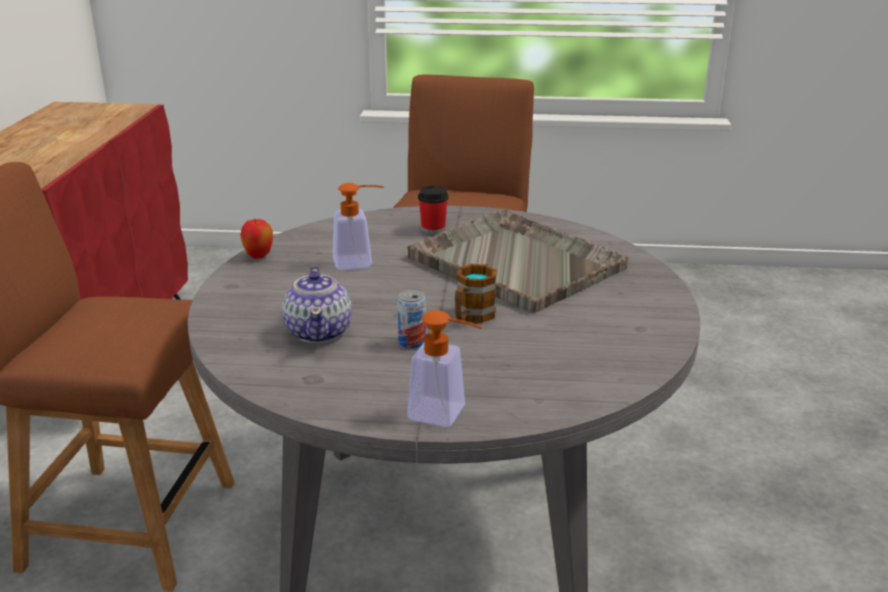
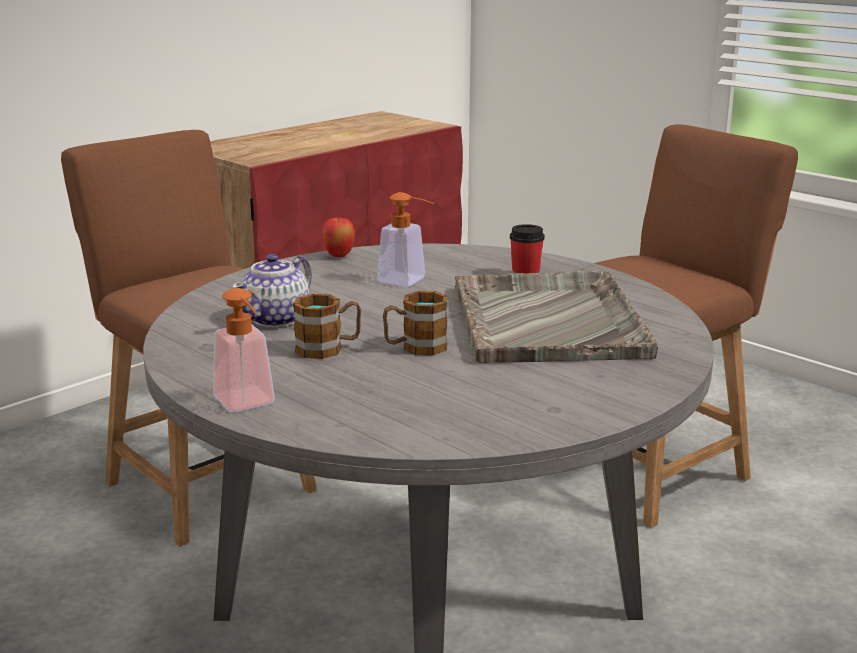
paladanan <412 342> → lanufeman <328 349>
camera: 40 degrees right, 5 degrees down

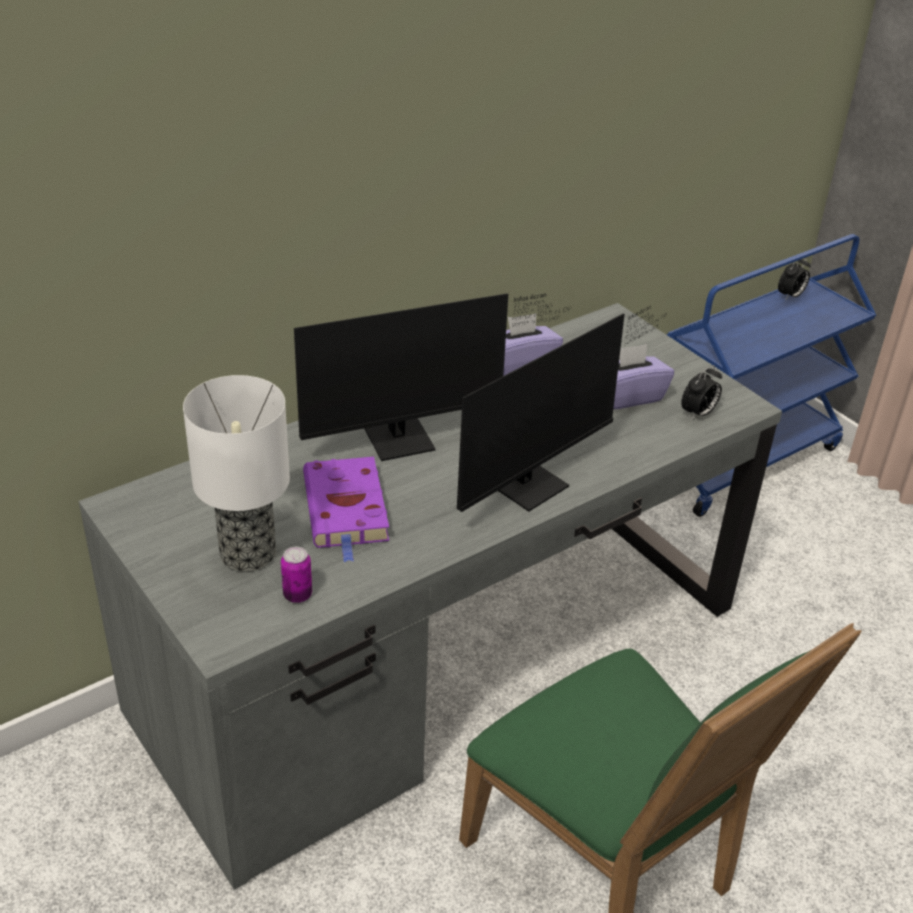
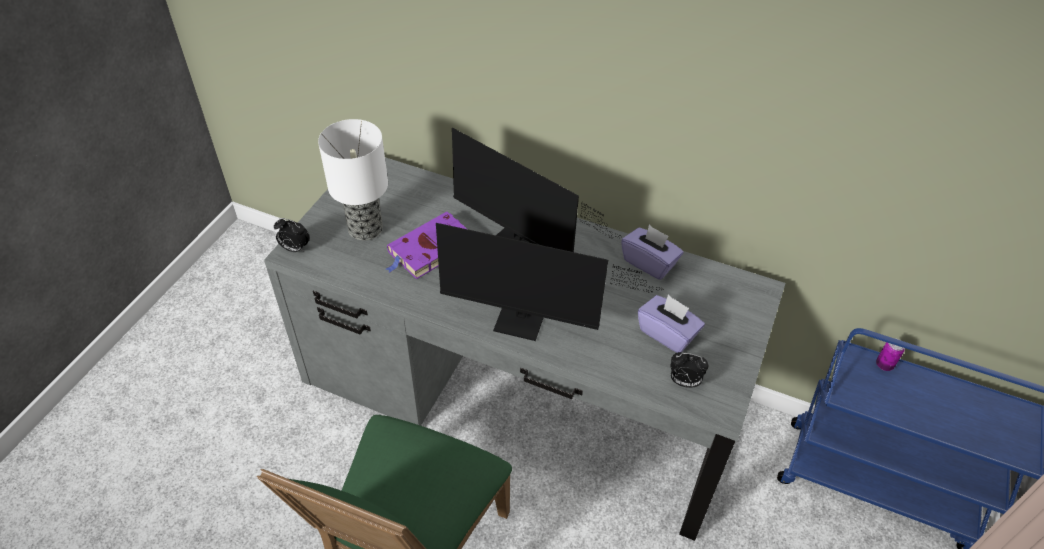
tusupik <790 296> → tusupik <294 248>, relocated
paladanan <297 595> → paladanan <884 365>, relocated
camera: 60 degrees right, 10 degrees up

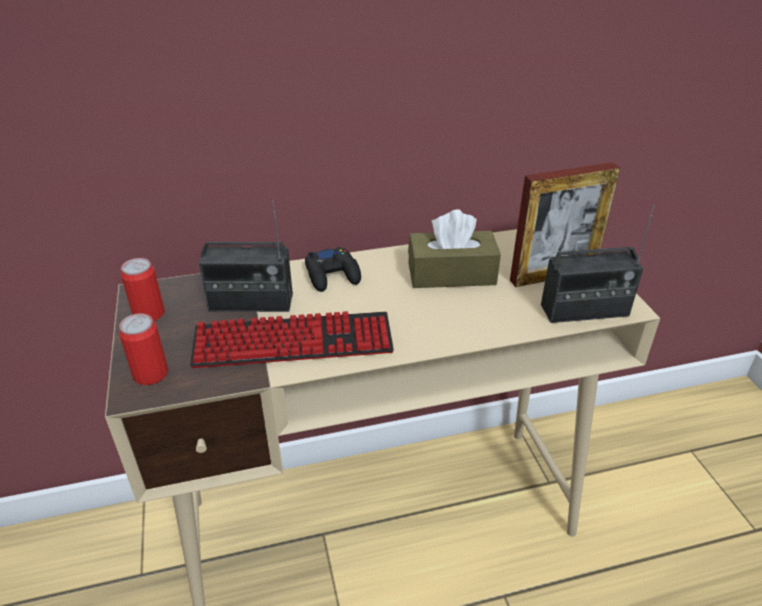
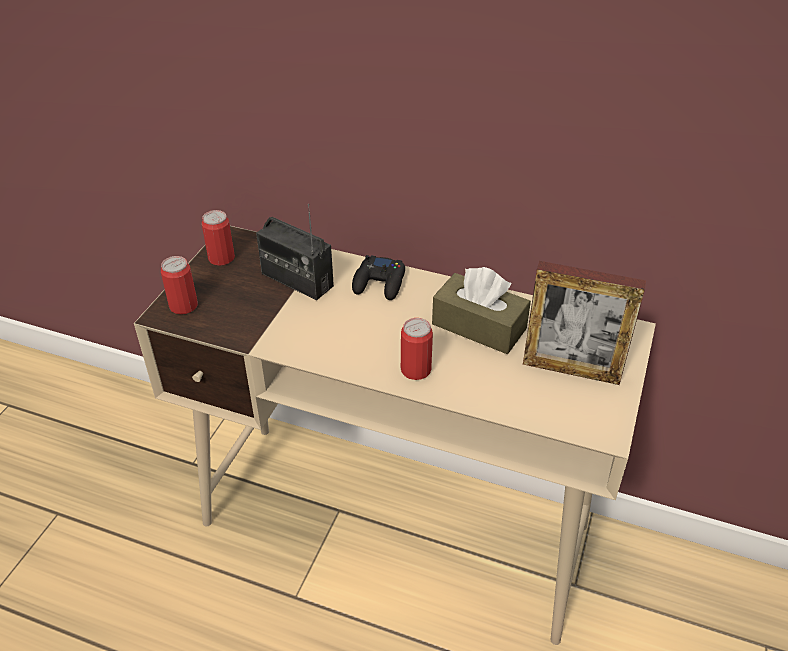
- → paladanan <415 370>
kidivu <293 342> → -
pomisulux <584 310> → -
camera: 35 degrees right, 5 degrees up

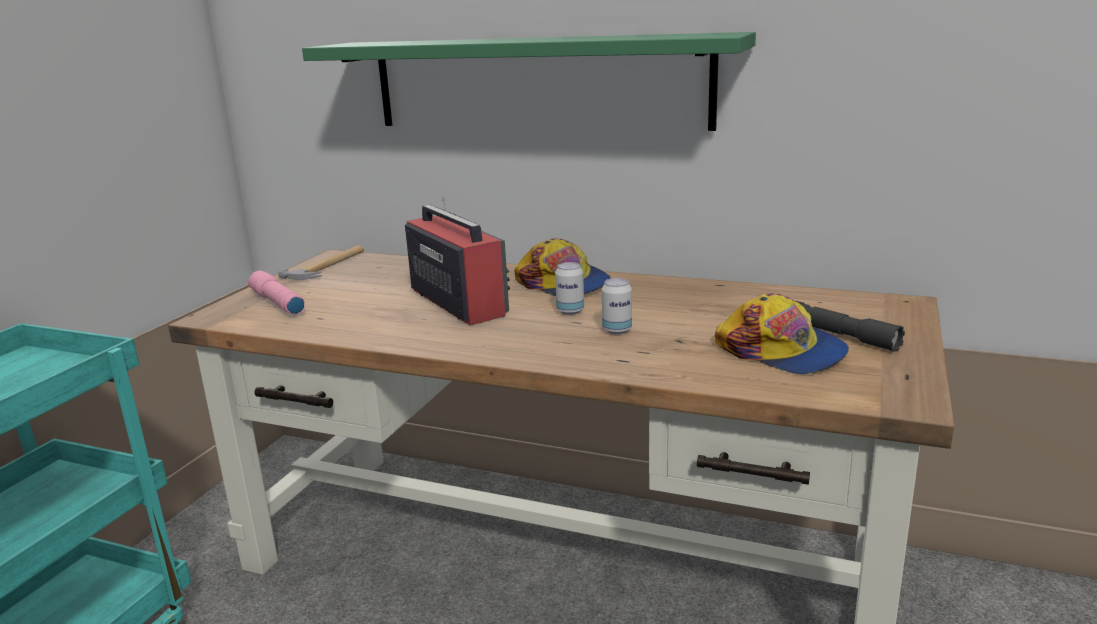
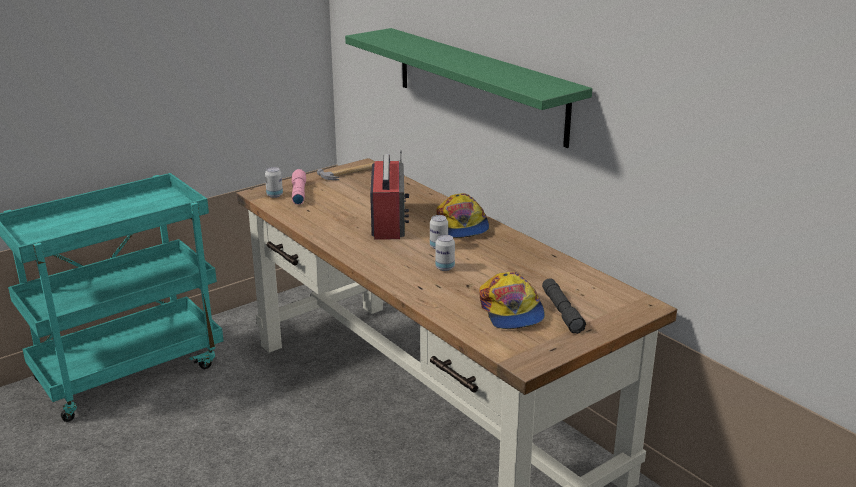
- → paladanan <274 195>
camera: 30 degrees right, 5 degrees up

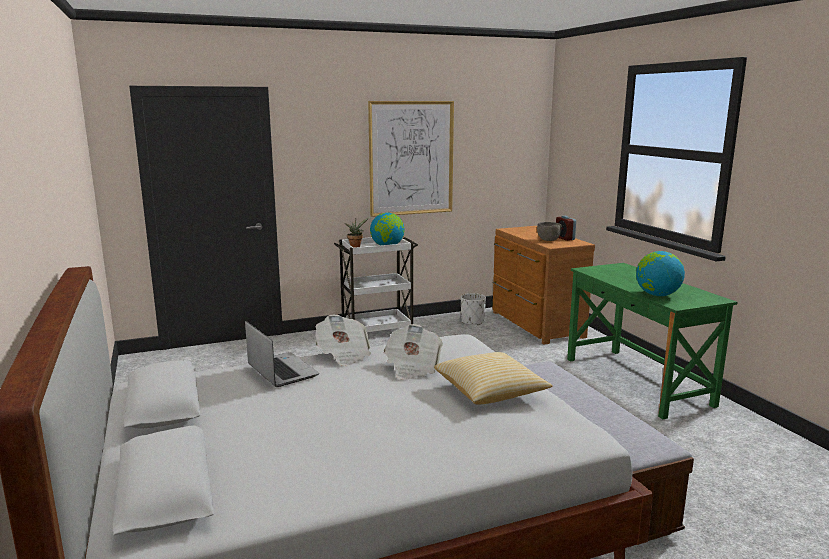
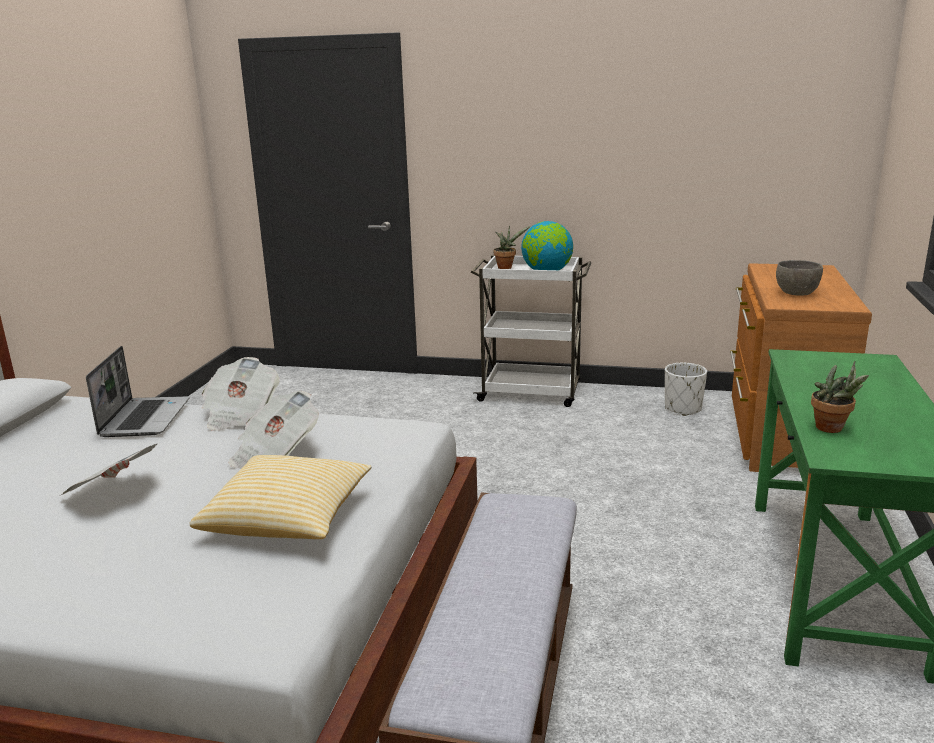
- → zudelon <113 493>
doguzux <657 295> → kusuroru <833 429>
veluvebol <411 158> → -
tusupik <564 238> → -
camera: 35 degrees right, 5 degrees up

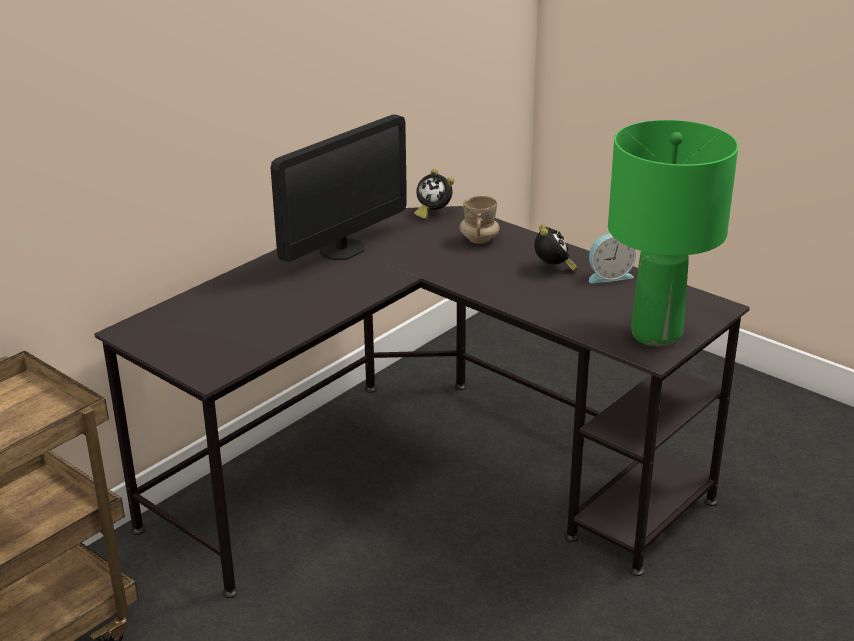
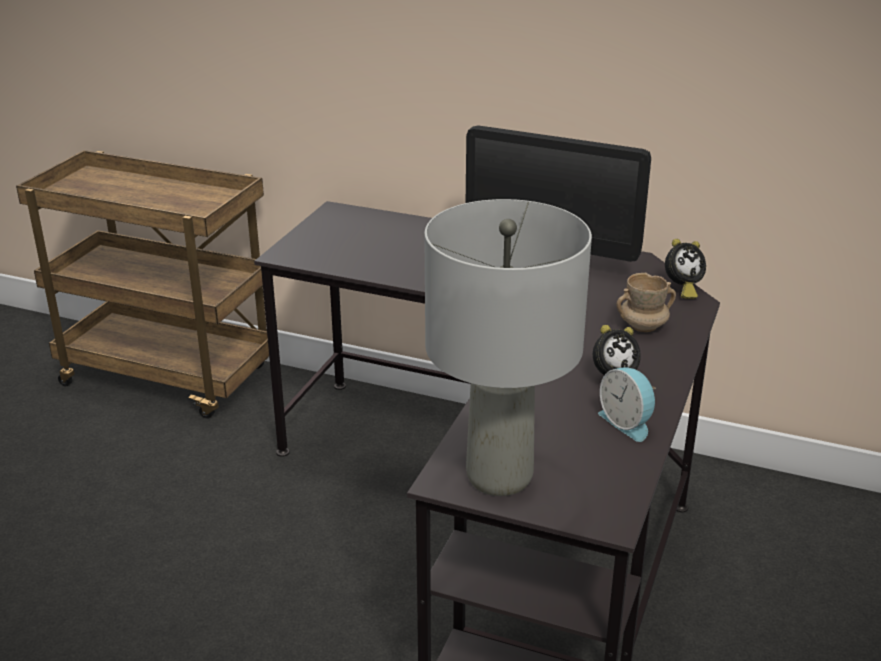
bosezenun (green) <655 335> → bosezenun (grey) <498 476>
tusupik <433 213> → tusupik <681 289>, 120 degrees counterclockwise
camera: 70 degrees right, 0 degrees up

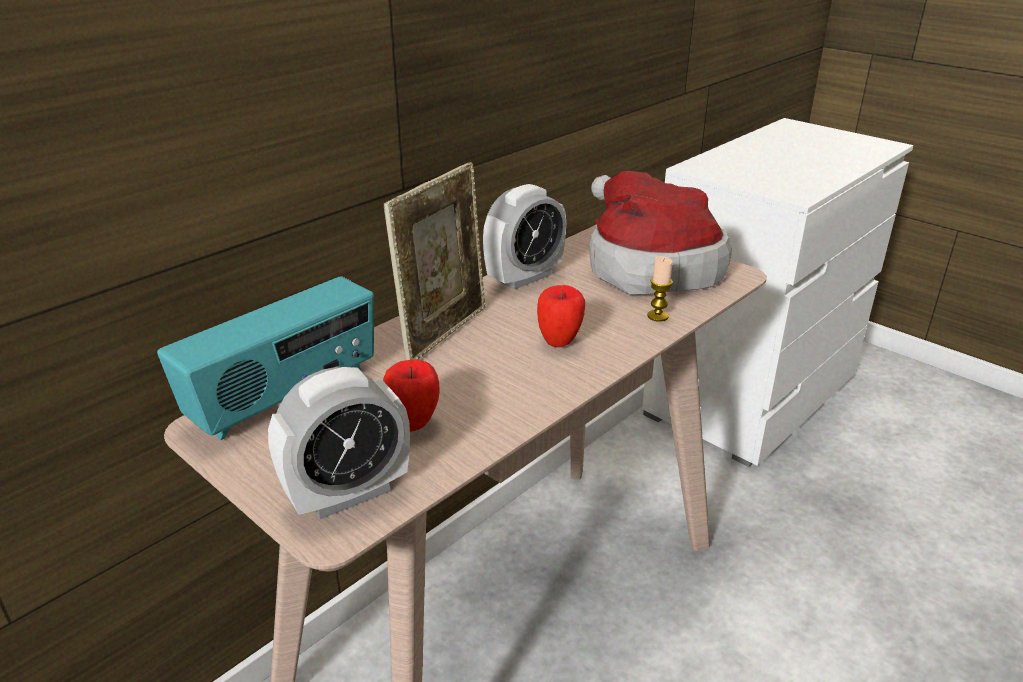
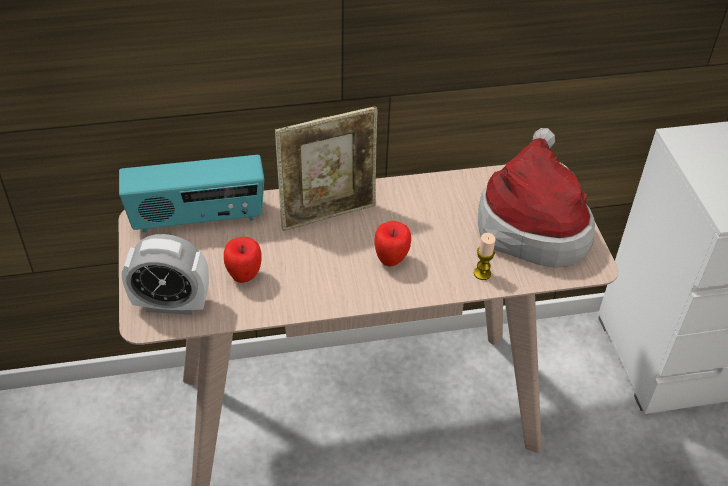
tusupik <524 277> → -
camera: 35 degrees right, 15 degrees up

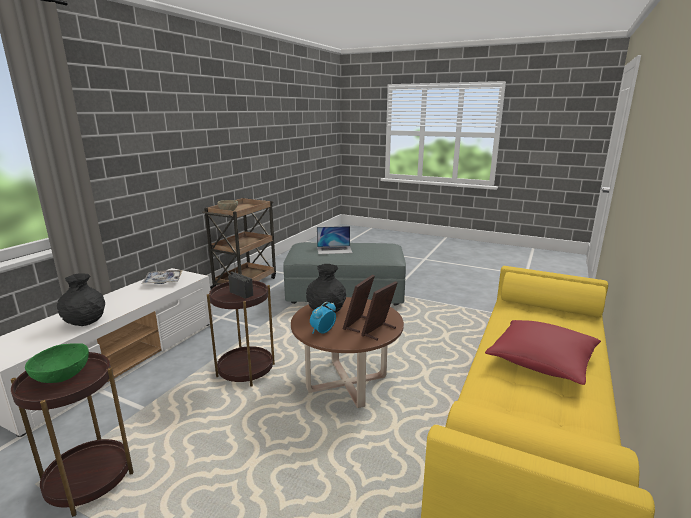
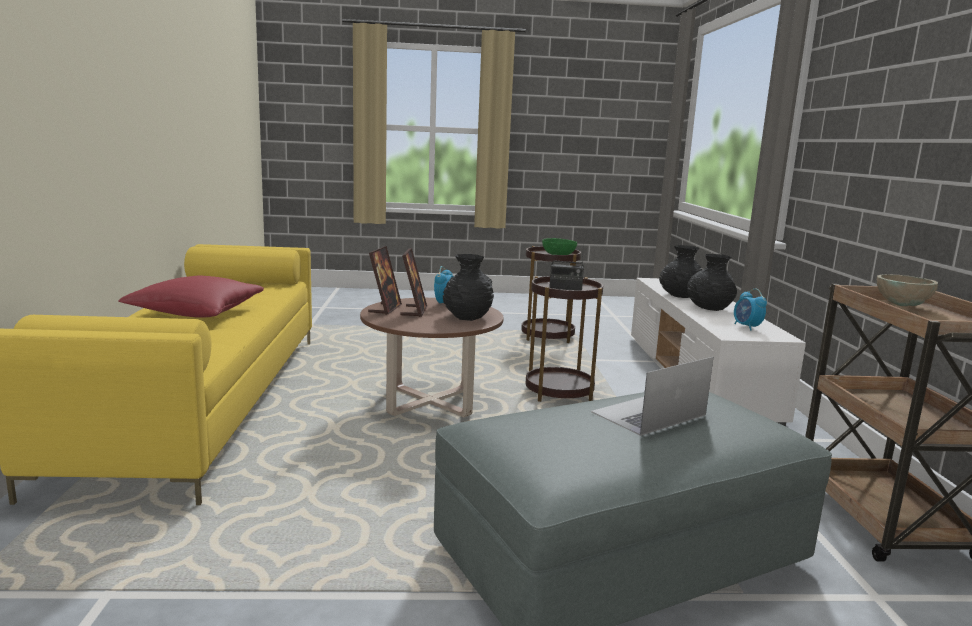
- → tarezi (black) <709 308>
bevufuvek <163 281> → tusupik <747 327>
camera: 150 degrees right, 5 degrees down

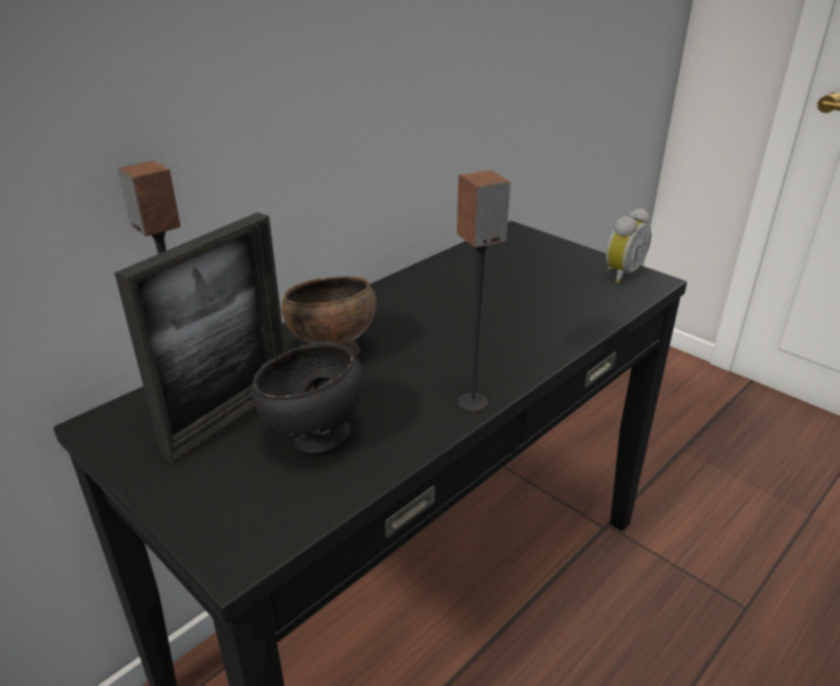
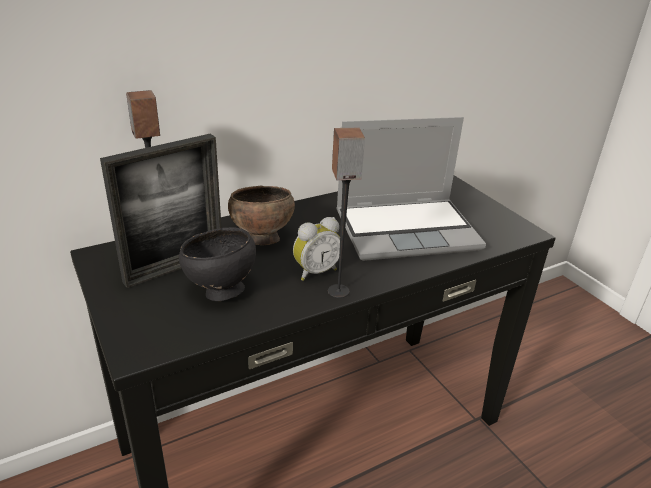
tusupik <620 273> → tusupik <315 271>, relocated
- → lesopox <407 229>
camera: 15 degrees right, 0 degrees up

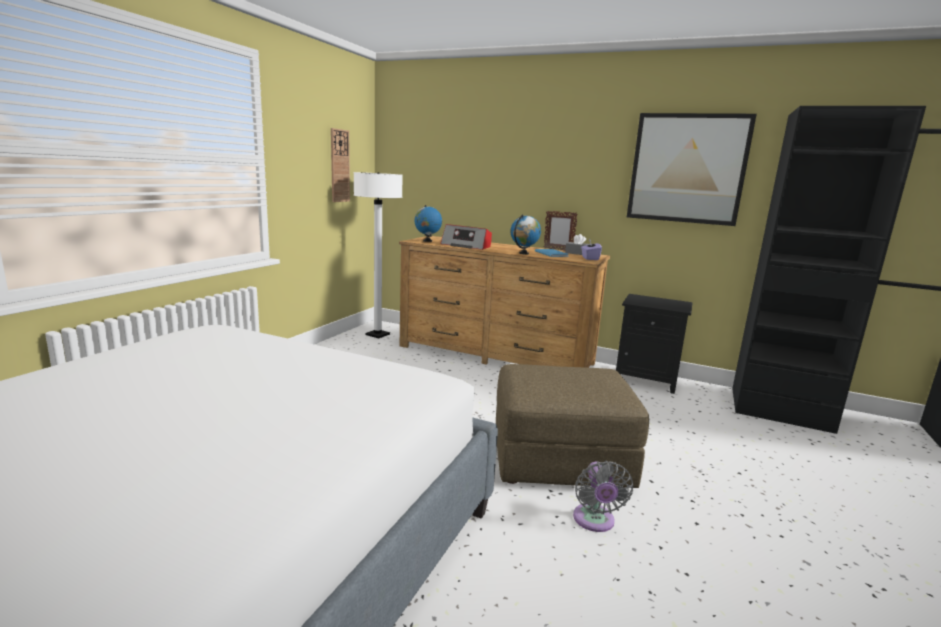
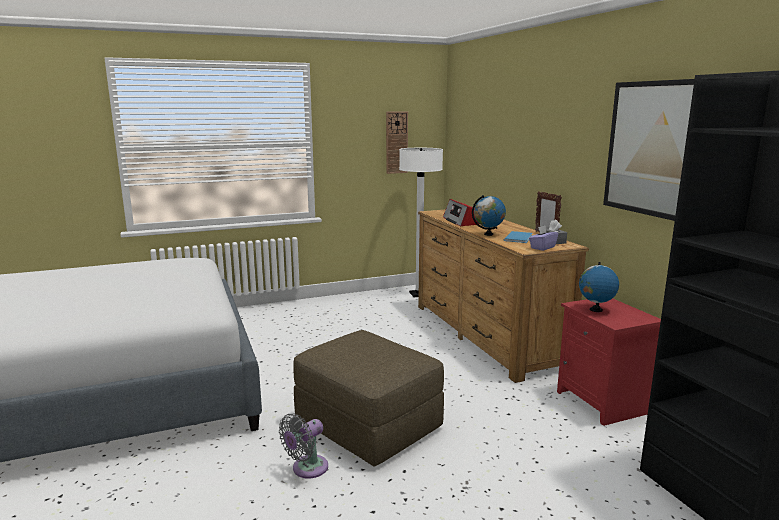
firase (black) <647 379> → firase (red) <602 403>
doguzux <427 241> → doguzux <595 310>, relocated
camera: 45 degrees right, 0 degrees up

